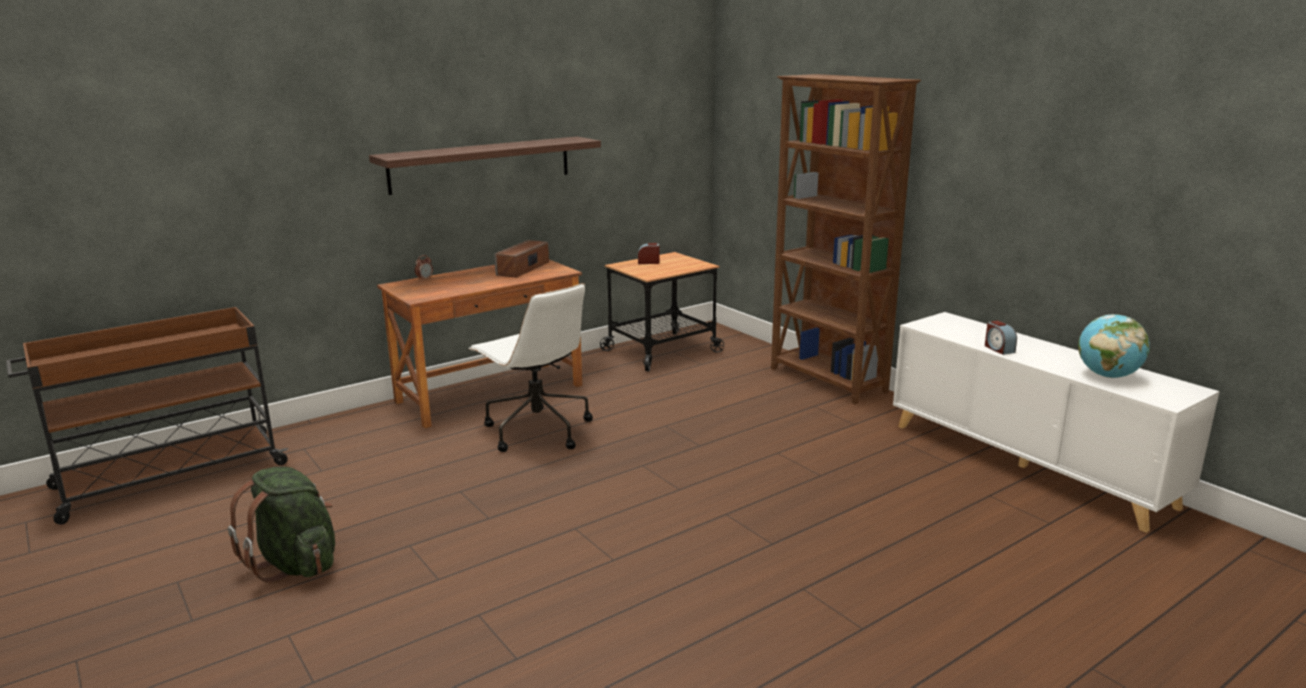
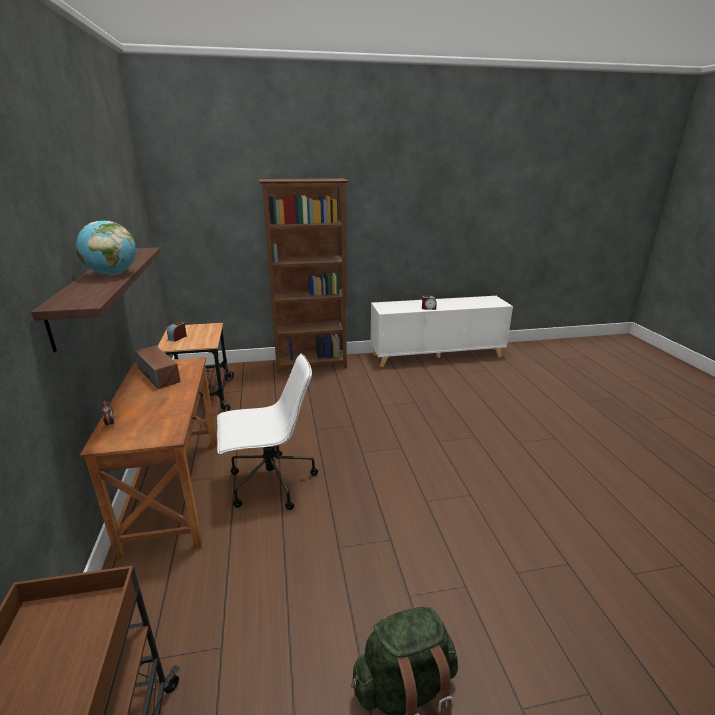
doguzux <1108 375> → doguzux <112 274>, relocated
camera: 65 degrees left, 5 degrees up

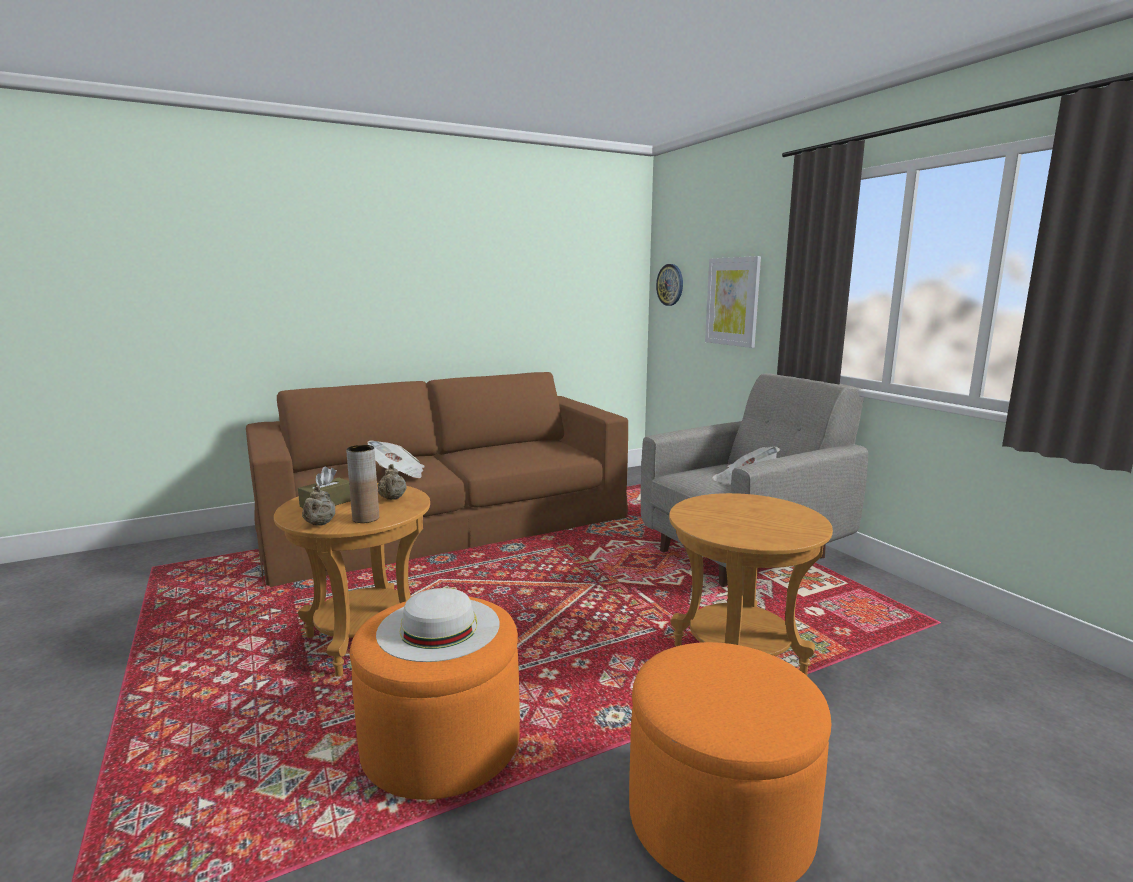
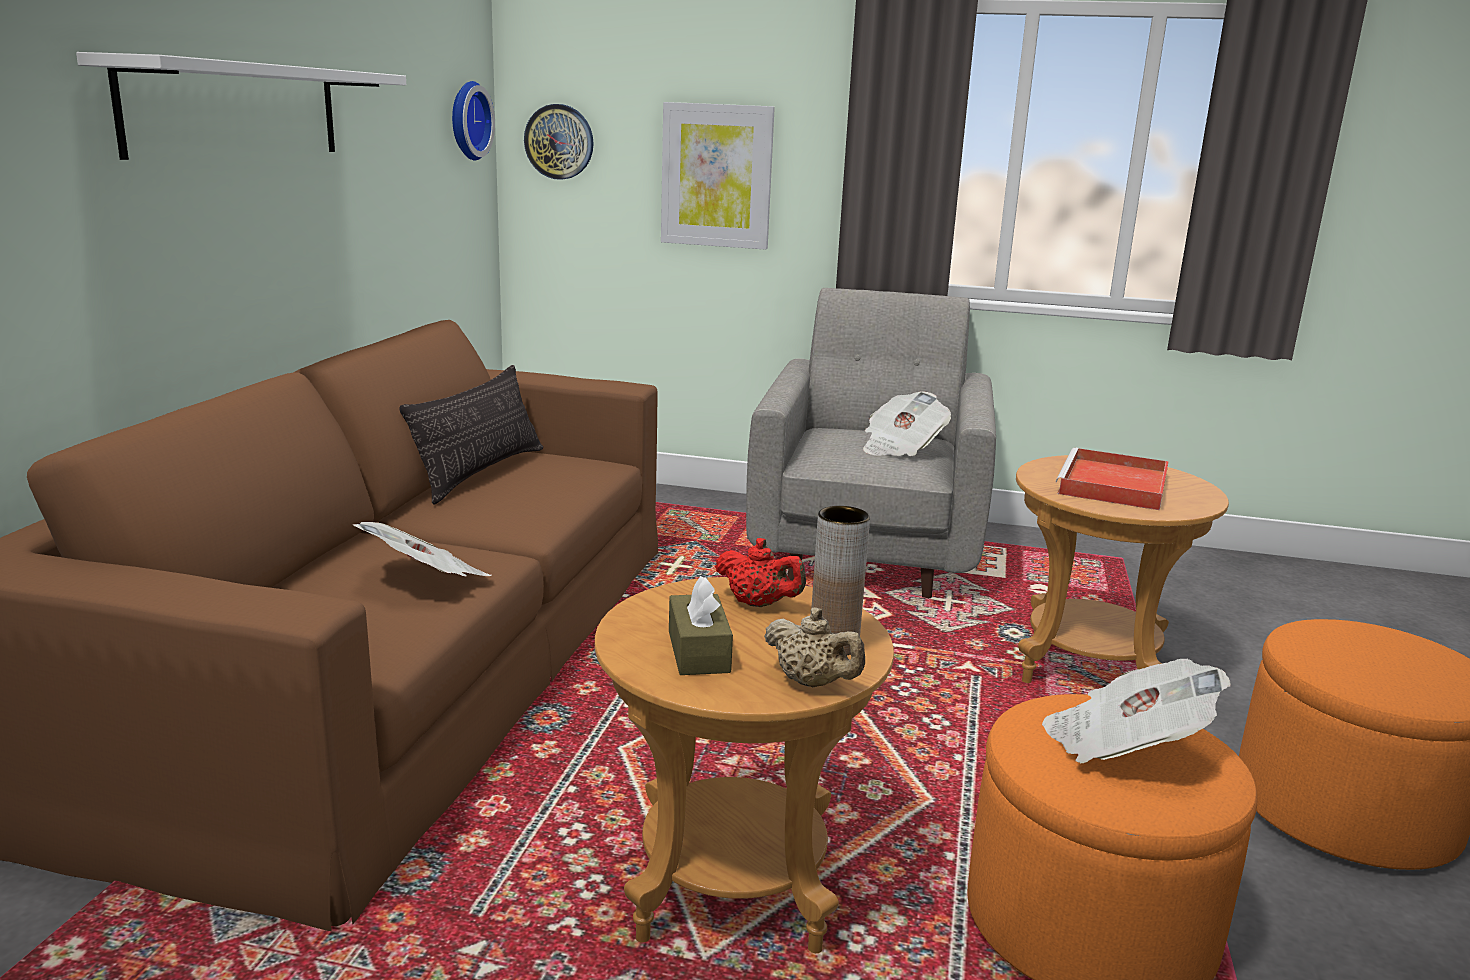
- → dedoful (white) <236 110>
- → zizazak <480 473>
- → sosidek <467 120>
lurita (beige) <392 499> → lurita (red) <759 604>
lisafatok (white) <439 627> → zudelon <1124 746>
- → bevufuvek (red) <1113 485>
camera: 50 degrees left, 5 degrees up

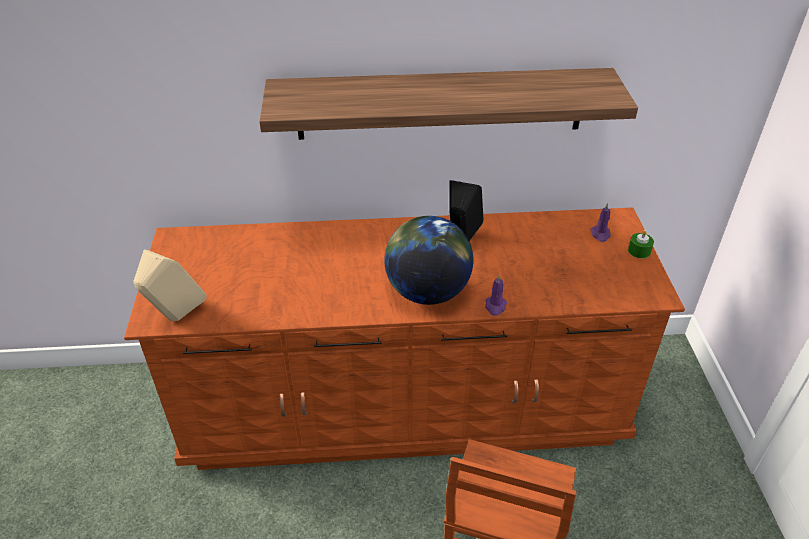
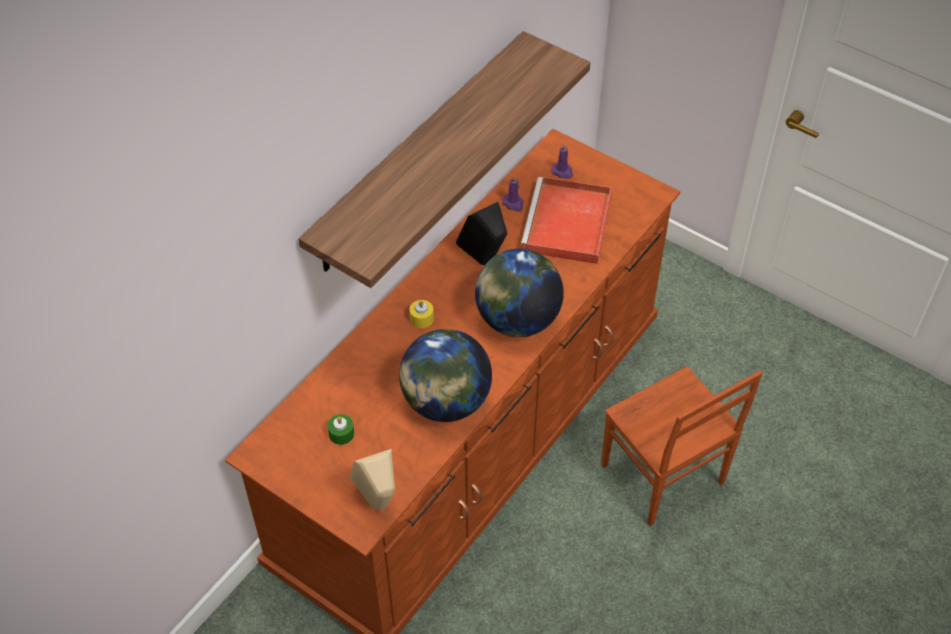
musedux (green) <639 251> → musedux (green) <341 434>, relocated
- → doguzux <446 402>
- → musedux (yellow) <421 318>
musedux (purple) <495 306> → musedux (purple) <513 203>, relocated
- → bevufuvek (red) <568 225>
camera: 50 degrees left, 10 degrees up

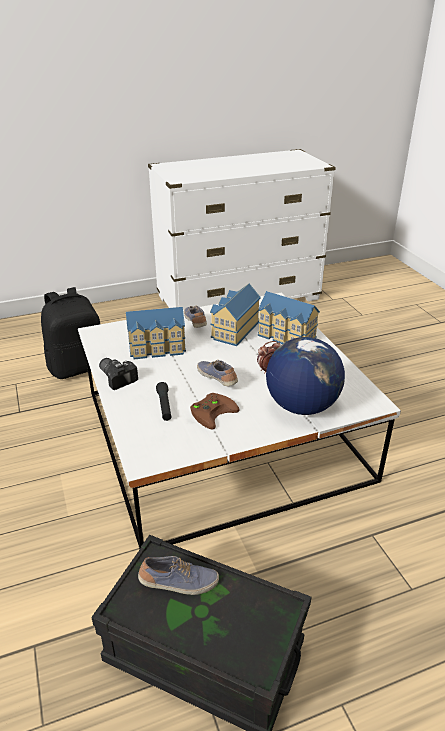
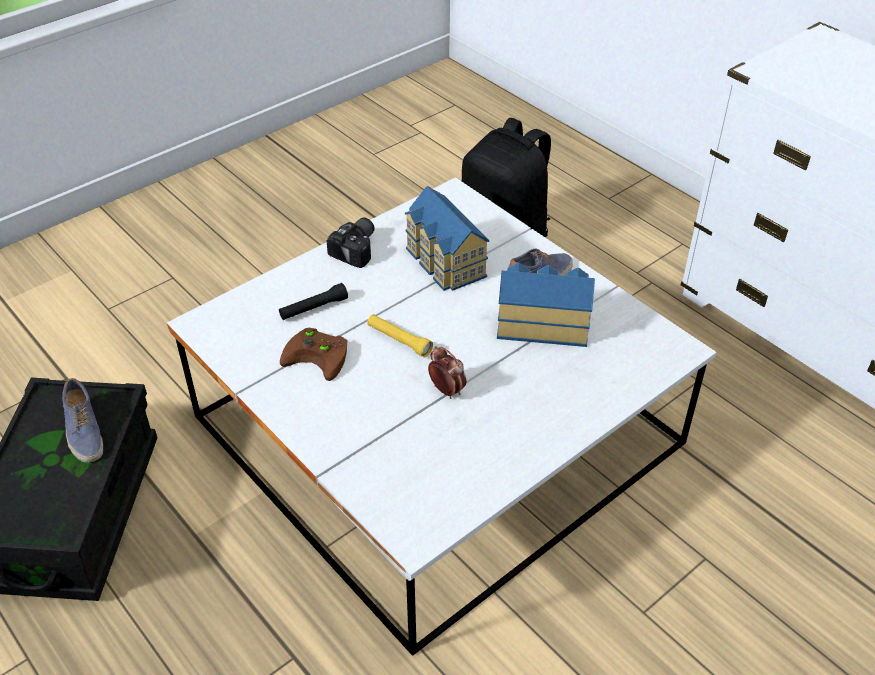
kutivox <217 378> → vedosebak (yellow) <399 340>
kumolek <285 337> → -
doguzux <301 406> → -
camera: 70 degrees right, 10 degrees up

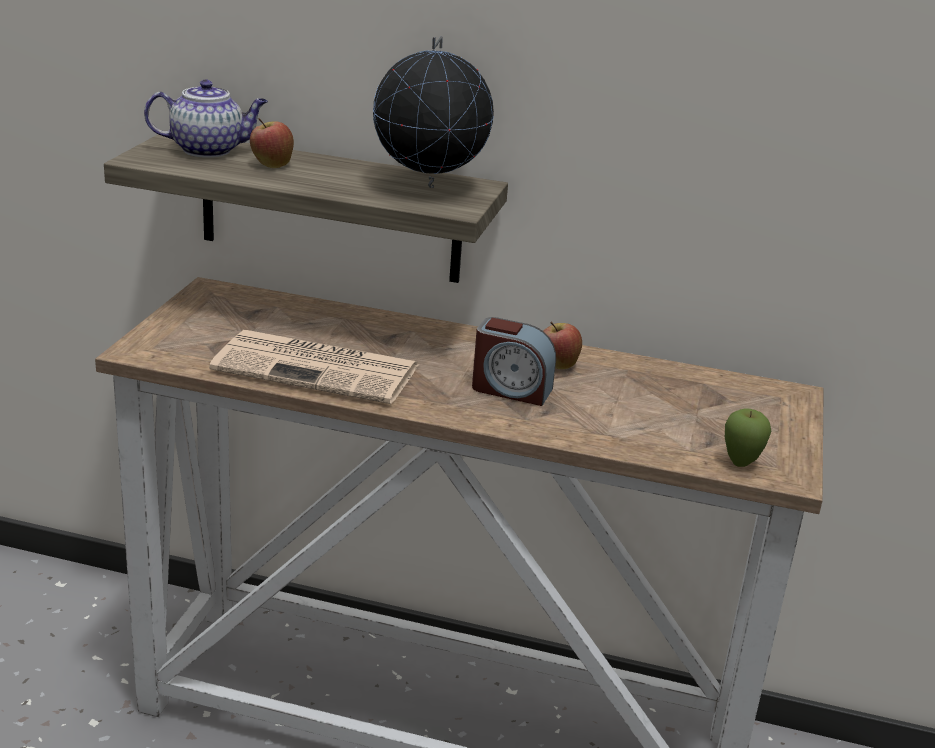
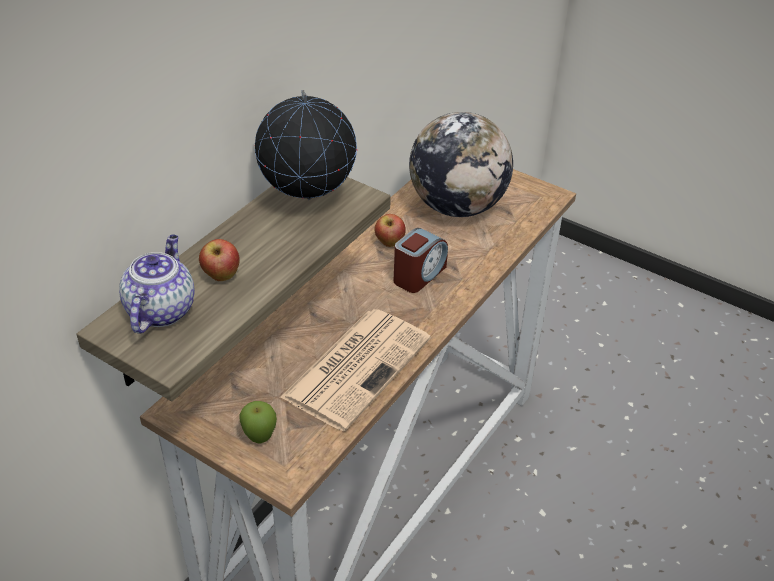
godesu <740 463> → godesu <260 438>, relocated
- → doguzux <457 206>
camera: 70 degrees left, 15 degrees up

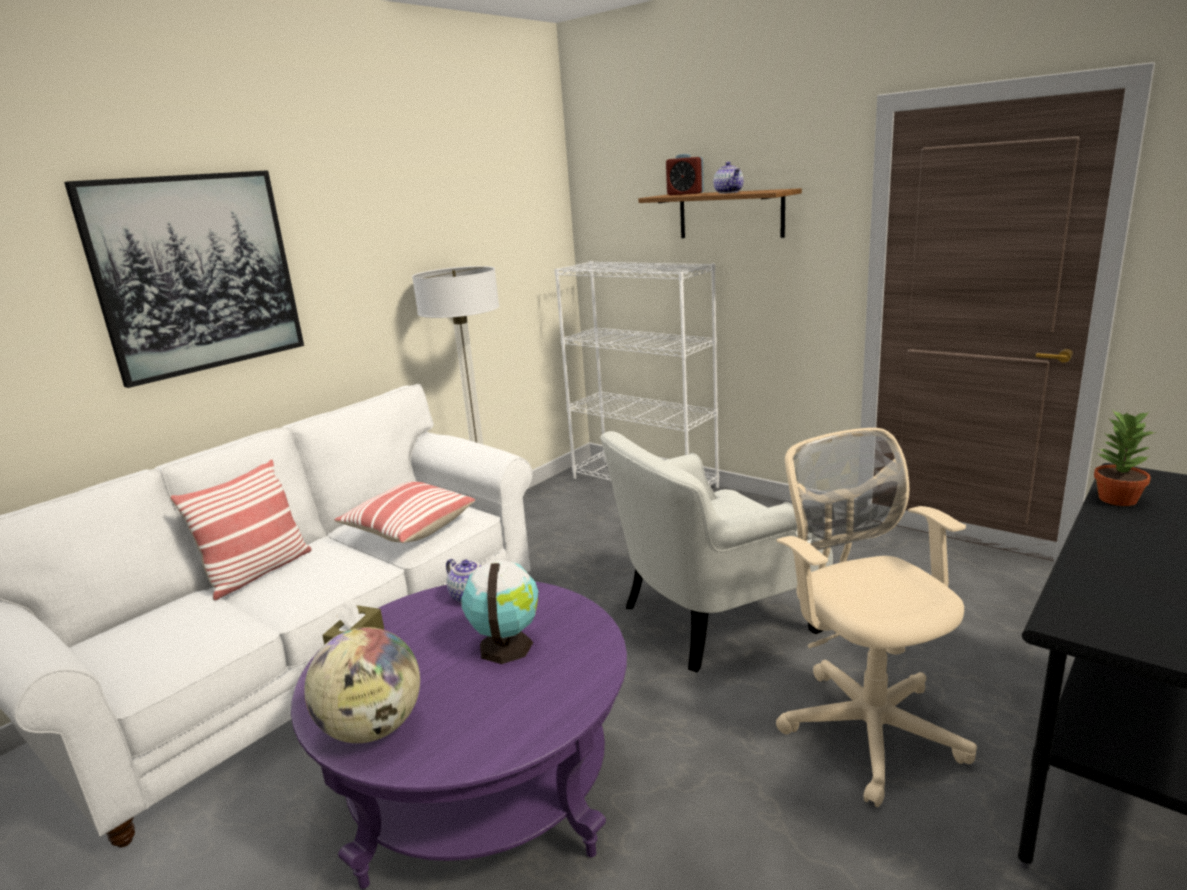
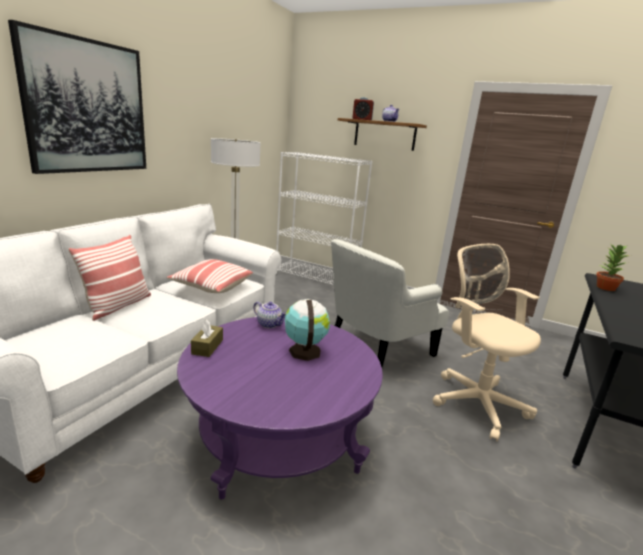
doguzux <373 729> → -
camera: 15 degrees left, 0 degrees up

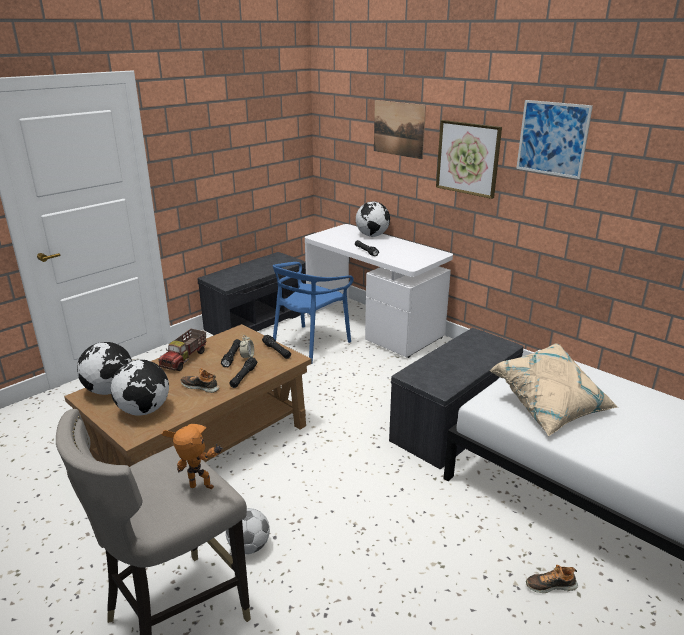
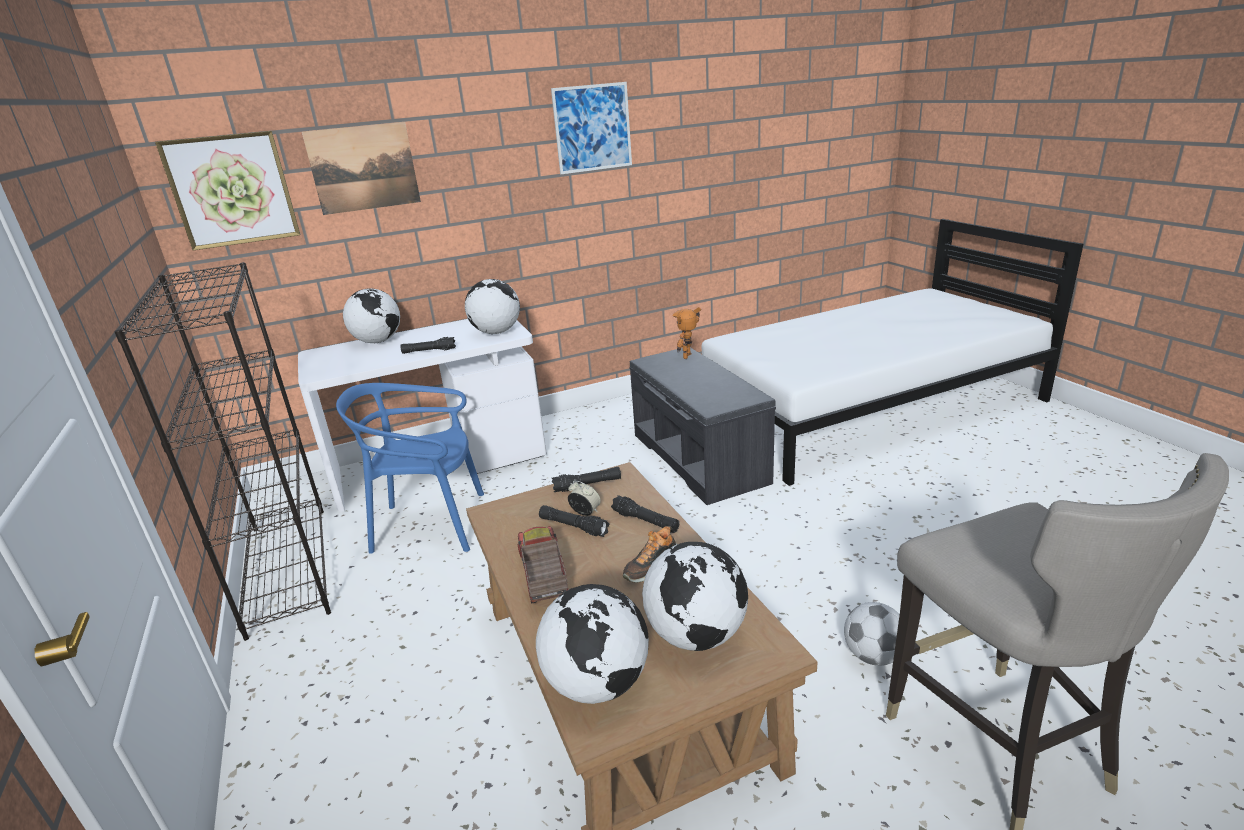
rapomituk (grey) <257 320> → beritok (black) <288 567>
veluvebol <468 158> → veluvebol <232 190>, relocated
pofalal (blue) <310 344> → pofalal (blue) <430 525>, 120 degrees clockwise
- → doguzux <496 332>
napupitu <185 359> → napupitu <543 577>, 150 degrees counterclockwise
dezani <201 489> → dezani <689 357>, relocated
zizazak (beige) <550 406> → -
kutivox <550 585> → -
camera: 65 degrees left, 0 degrees up

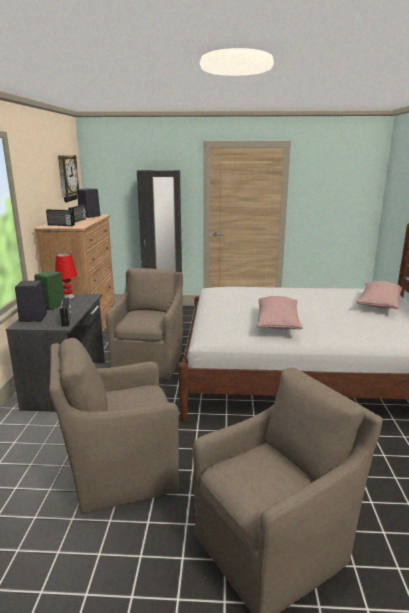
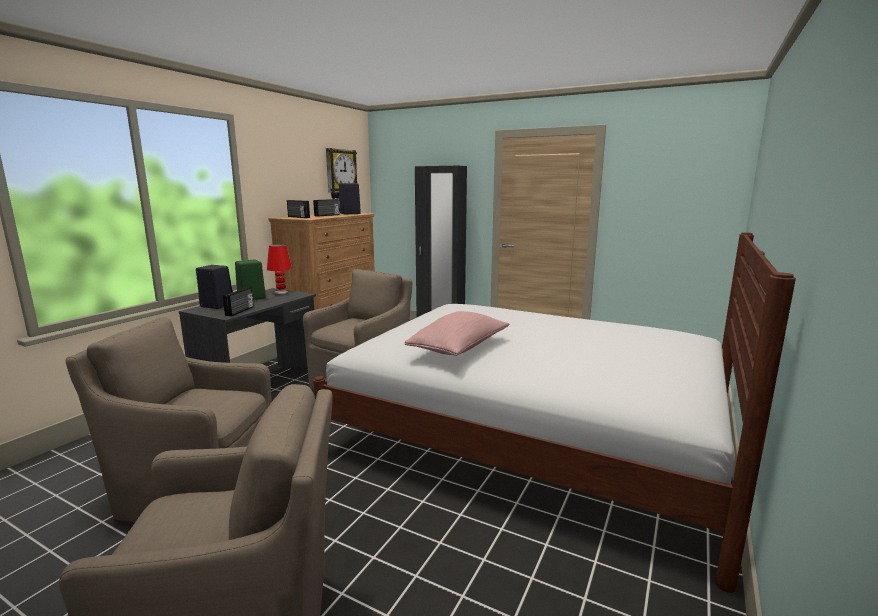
zizazak (pink) <379 304> → -
camera: 25 degrees right, 5 degrees down

